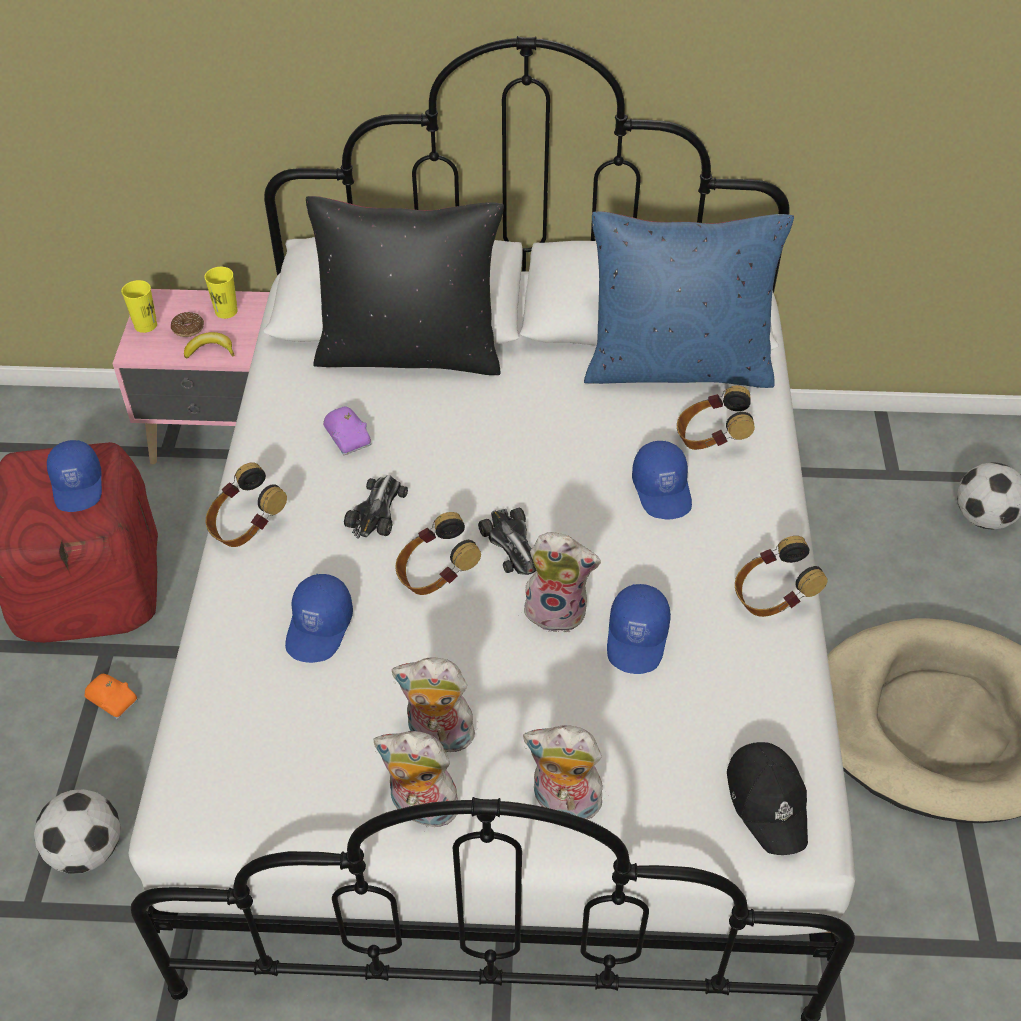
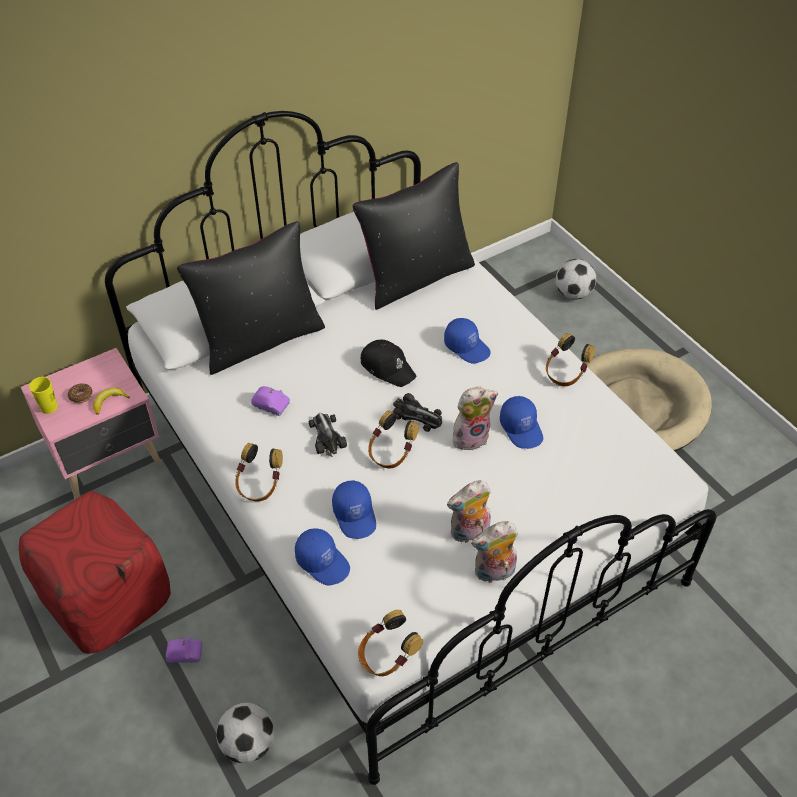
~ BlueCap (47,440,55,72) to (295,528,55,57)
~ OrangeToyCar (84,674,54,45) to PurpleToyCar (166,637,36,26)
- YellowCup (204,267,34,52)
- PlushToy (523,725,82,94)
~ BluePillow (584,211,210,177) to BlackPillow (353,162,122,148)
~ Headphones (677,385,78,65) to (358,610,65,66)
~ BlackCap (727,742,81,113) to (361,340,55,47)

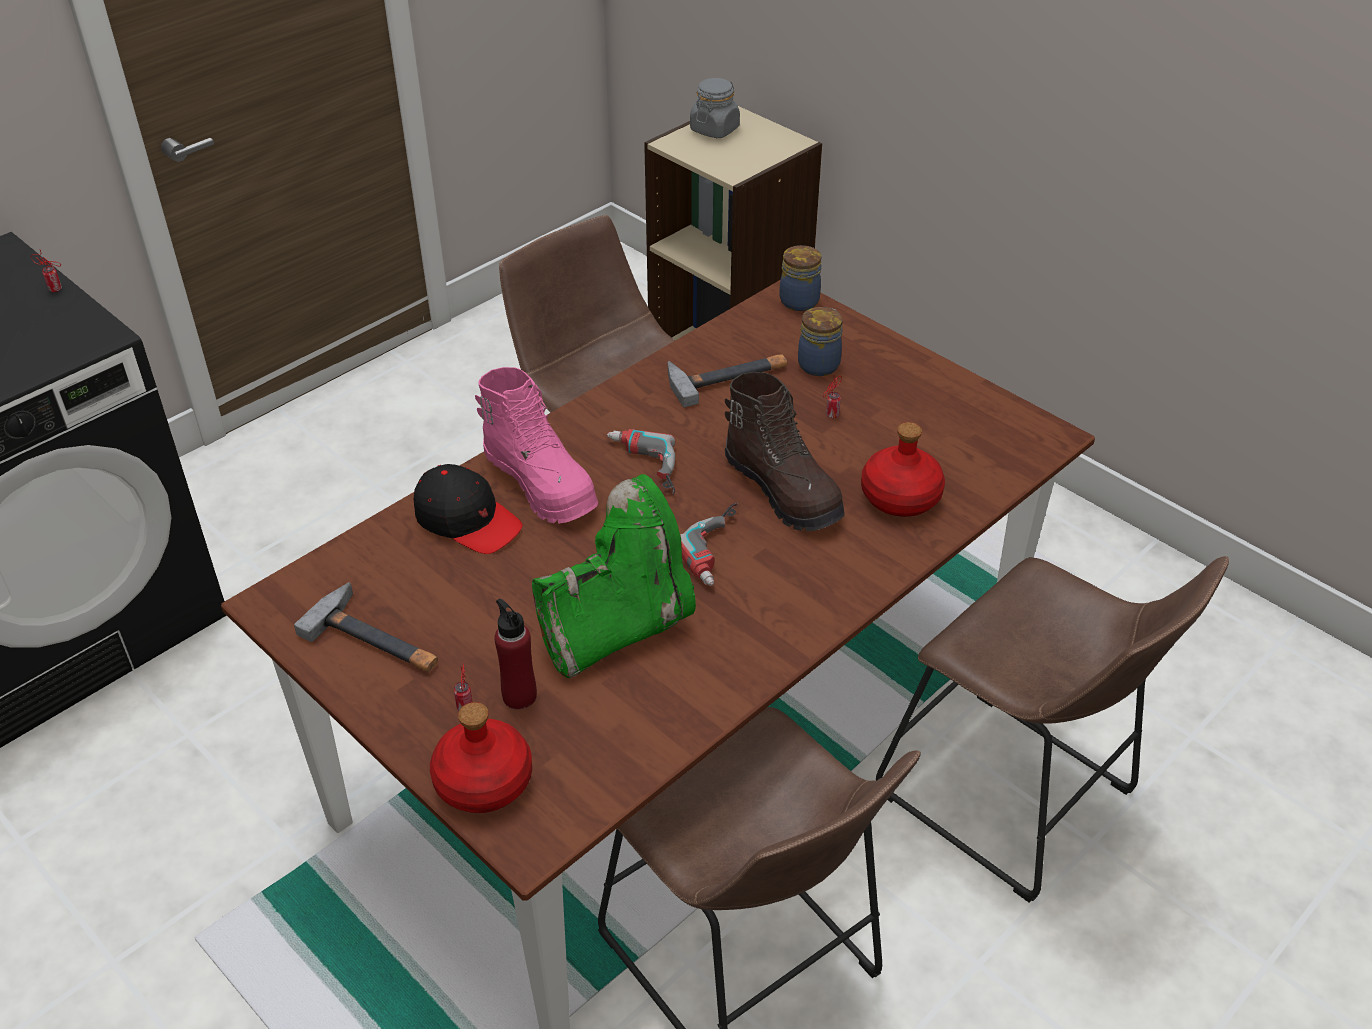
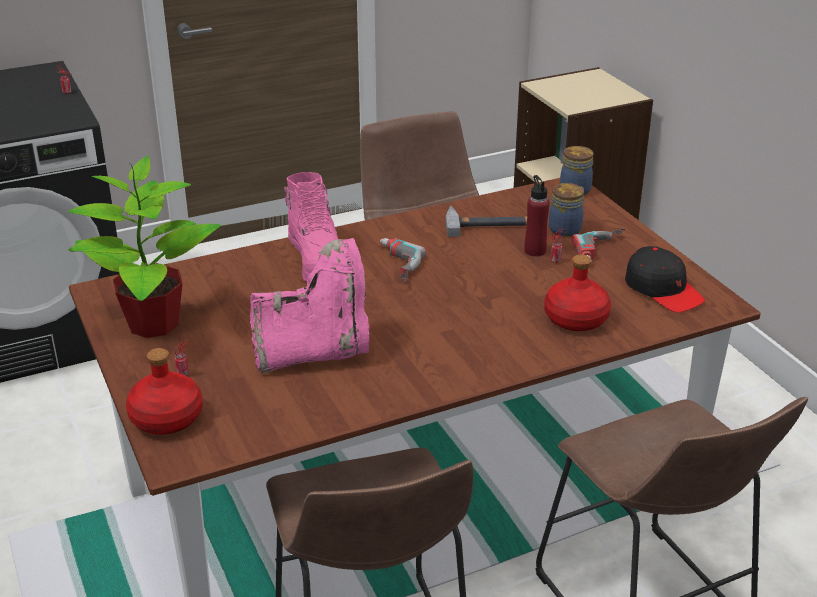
~ Hammer (294,582,144,90) to PottedPlant (68,156,153,182)
~ BlackCap (414,464,109,90) to (625,246,80,67)
~ RedBottle (494,599,43,110) to (524,175,26,82)
~ GreenBoot (532,474,164,204) to PinkBoot (250,238,120,135)
~ PowerDrill (680,503,58,83) to (572,228,53,35)
- GreyJar (690,78,50,60)
- BrownBoot (725,372,120,159)

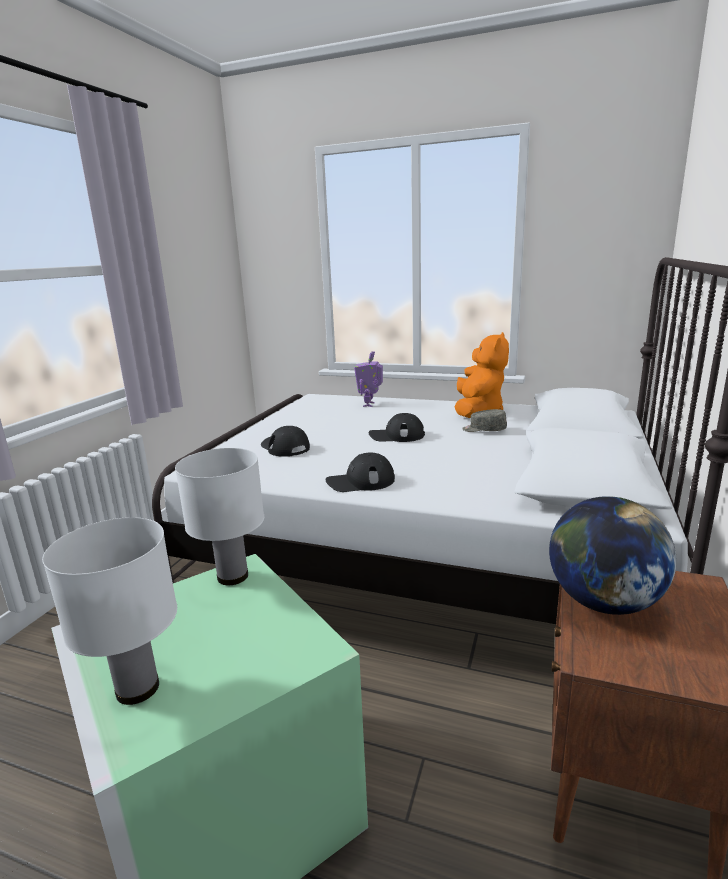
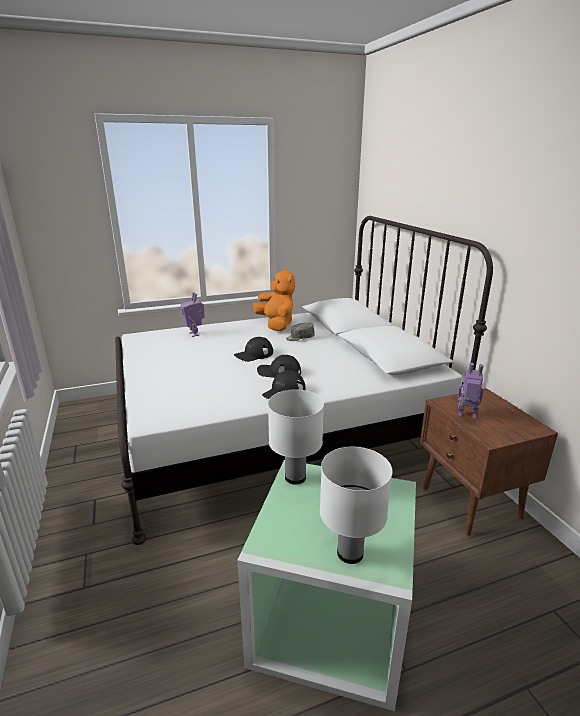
~ BlackCap (261,426,49,31) to (257,355,44,23)
~ Globe (549,496,127,119) to ToyRobot (458,363,26,56)

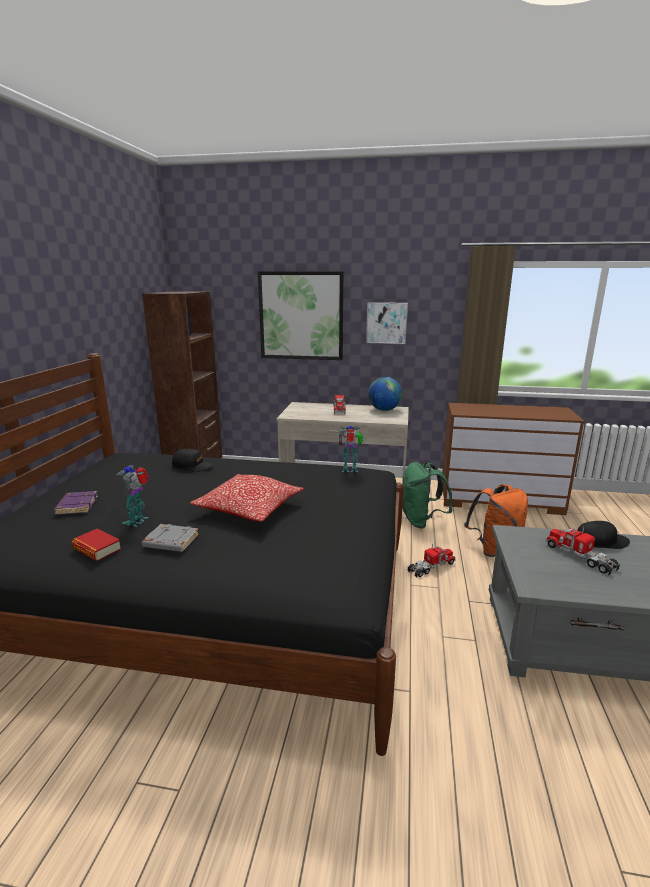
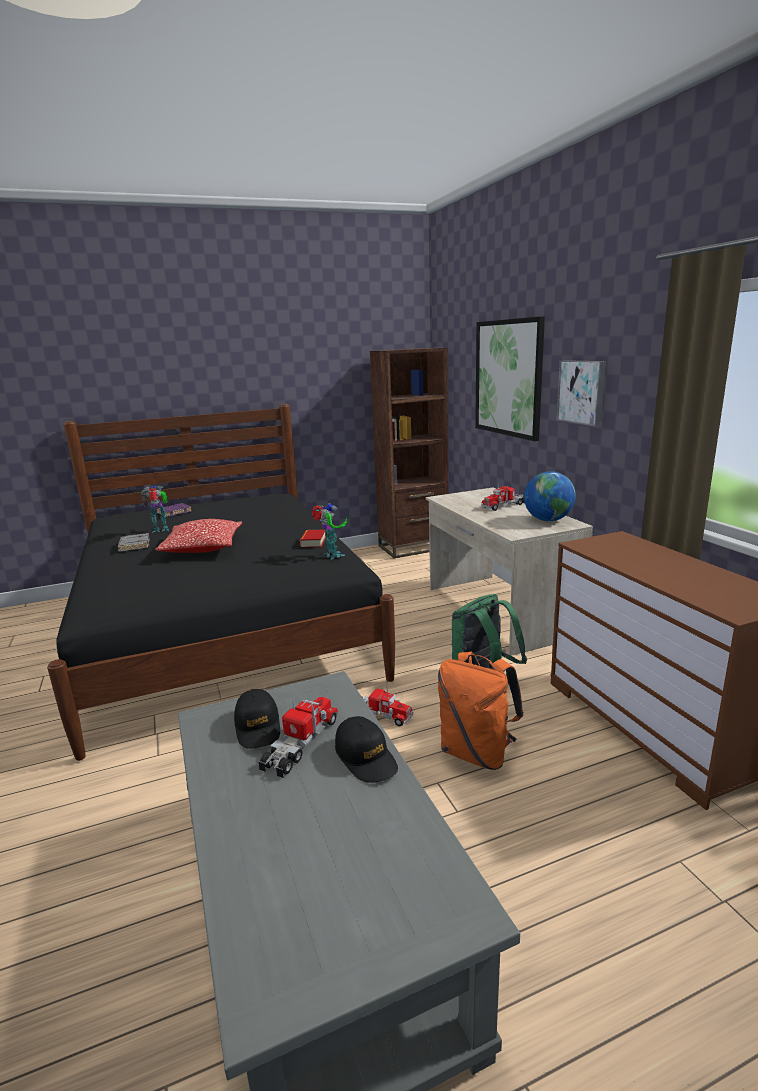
~ Book (71,528,50,33) to (299,530,27,18)
~ BlackCap (172,449,42,23) to (234,689,46,60)

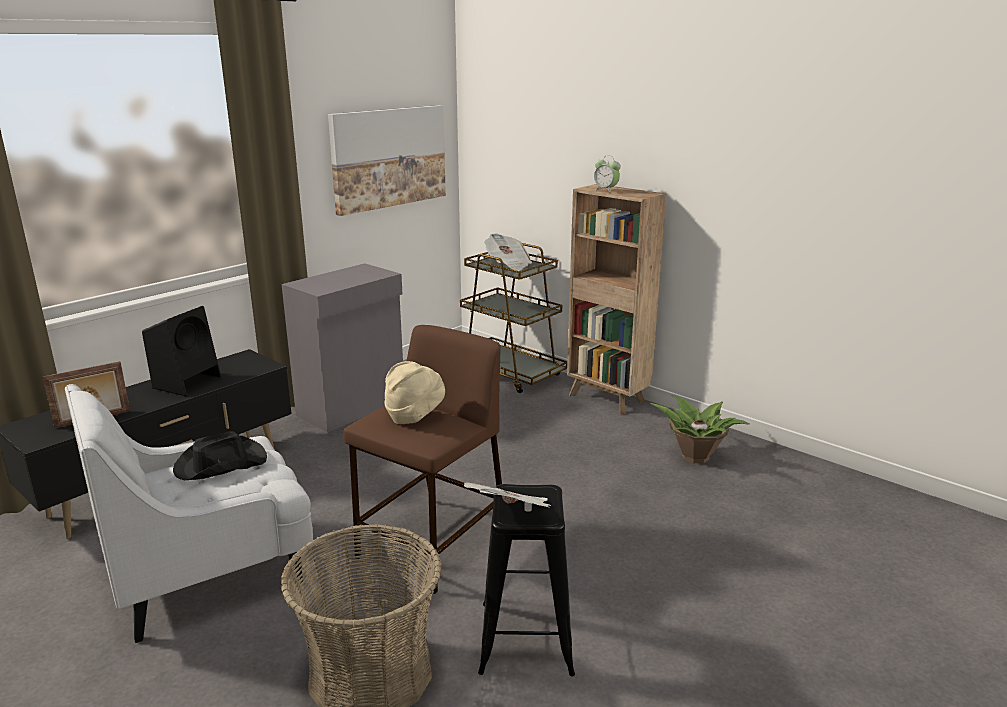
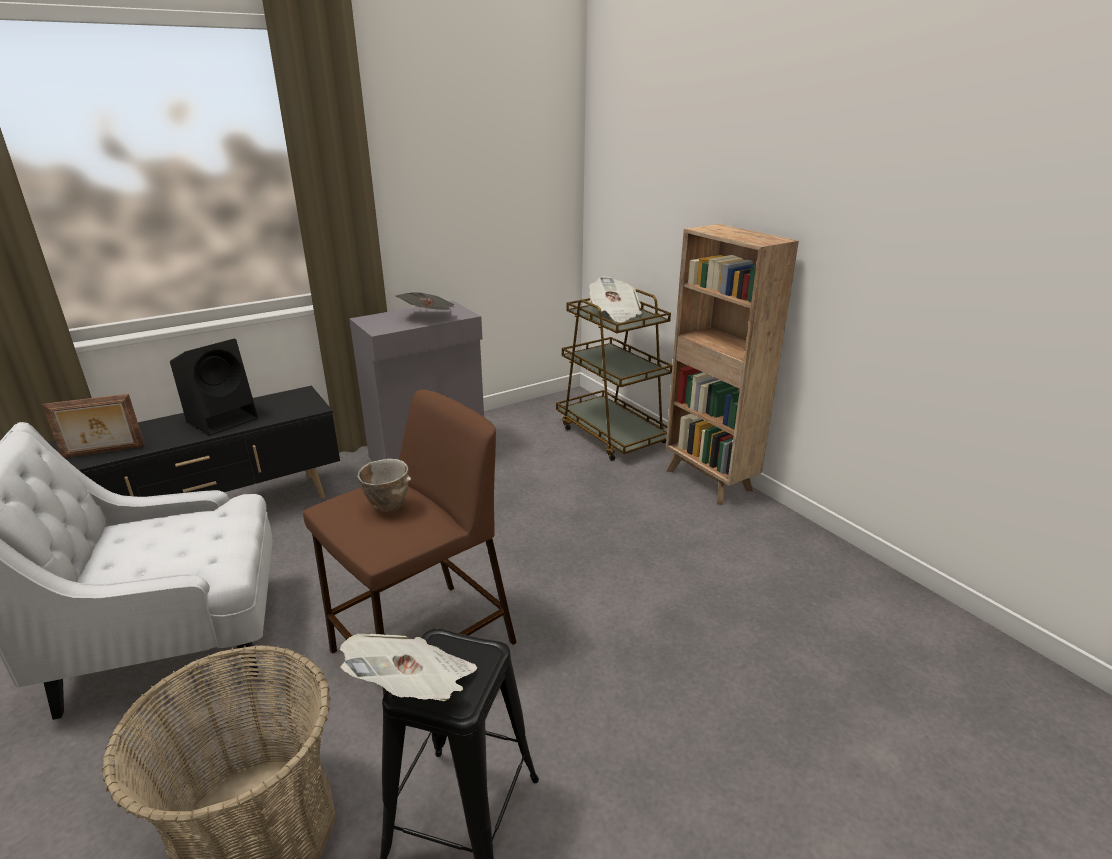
- BlackHat (173,431,94,49)
- Picture (328,105,118,111)
~ BeigeHat (385,361,60,63) to Bowl (357,459,54,53)
- AlarmClock (594,156,27,37)
- PottedPlant (650,395,100,68)
+ Newspaper (395,292,59,18)

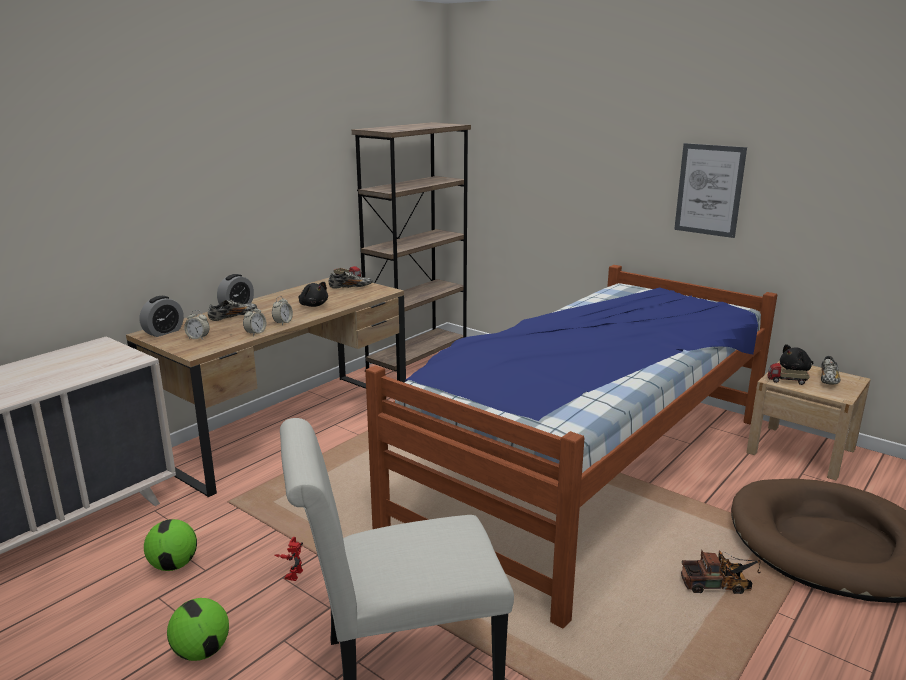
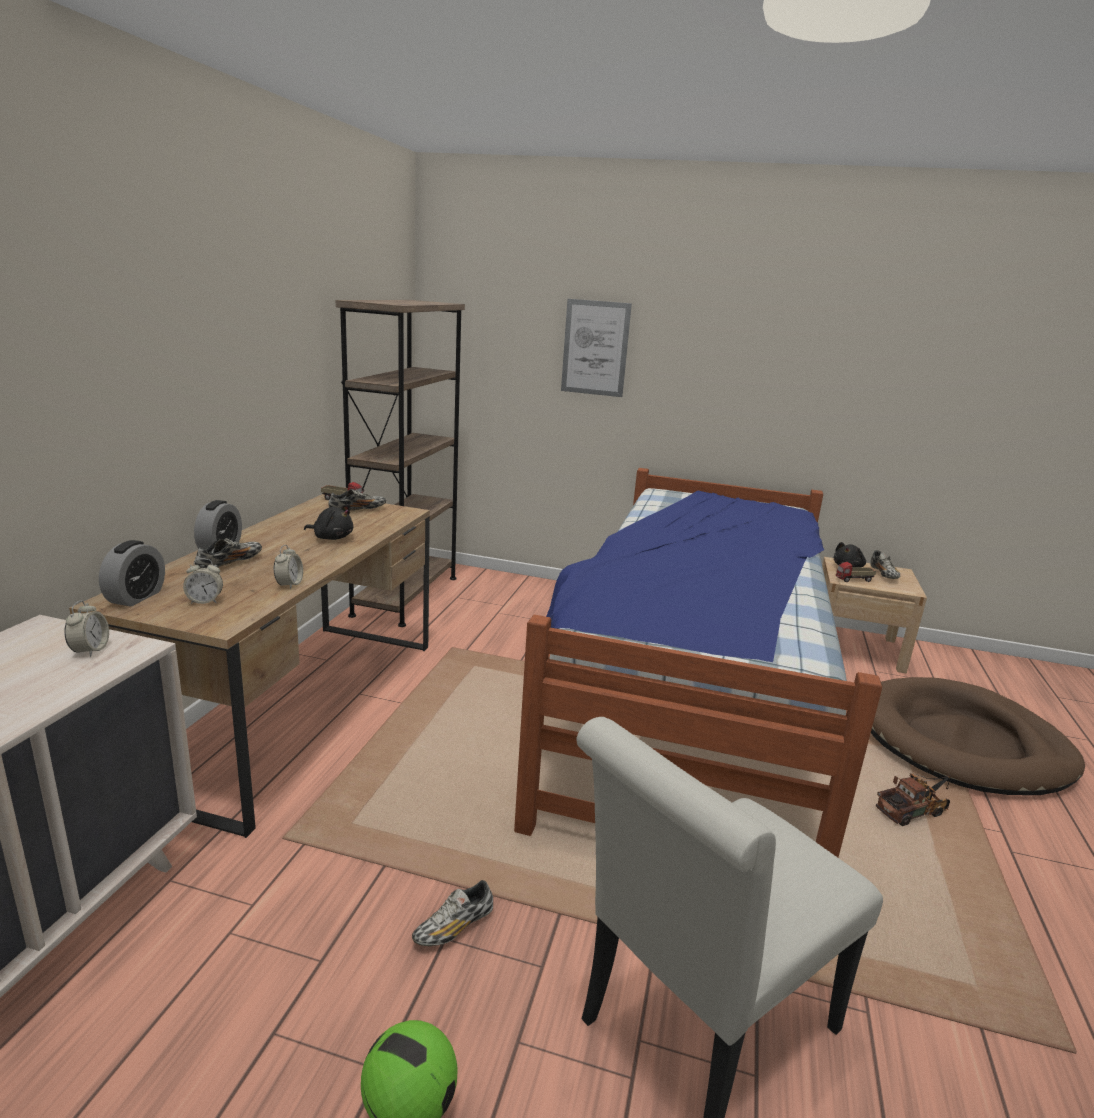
- Football (144,519,53,52)
~ AlarmClock (272,296,21,30) to (64,600,45,57)
~ ToyRobot (275,537,28,44) to Shoe (412,880,81,66)
~ Picture (674,143,73,95) to (561,299,71,98)

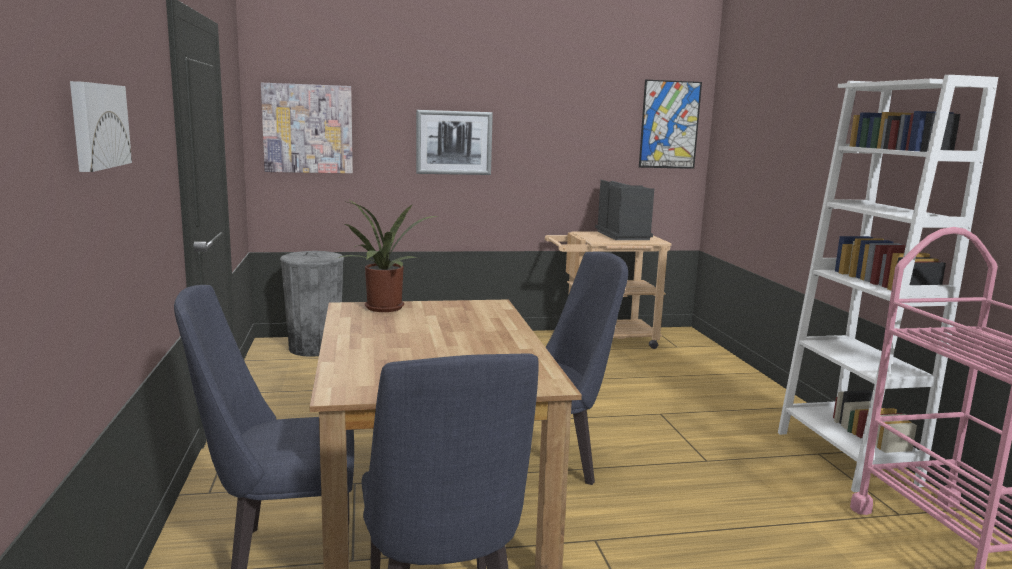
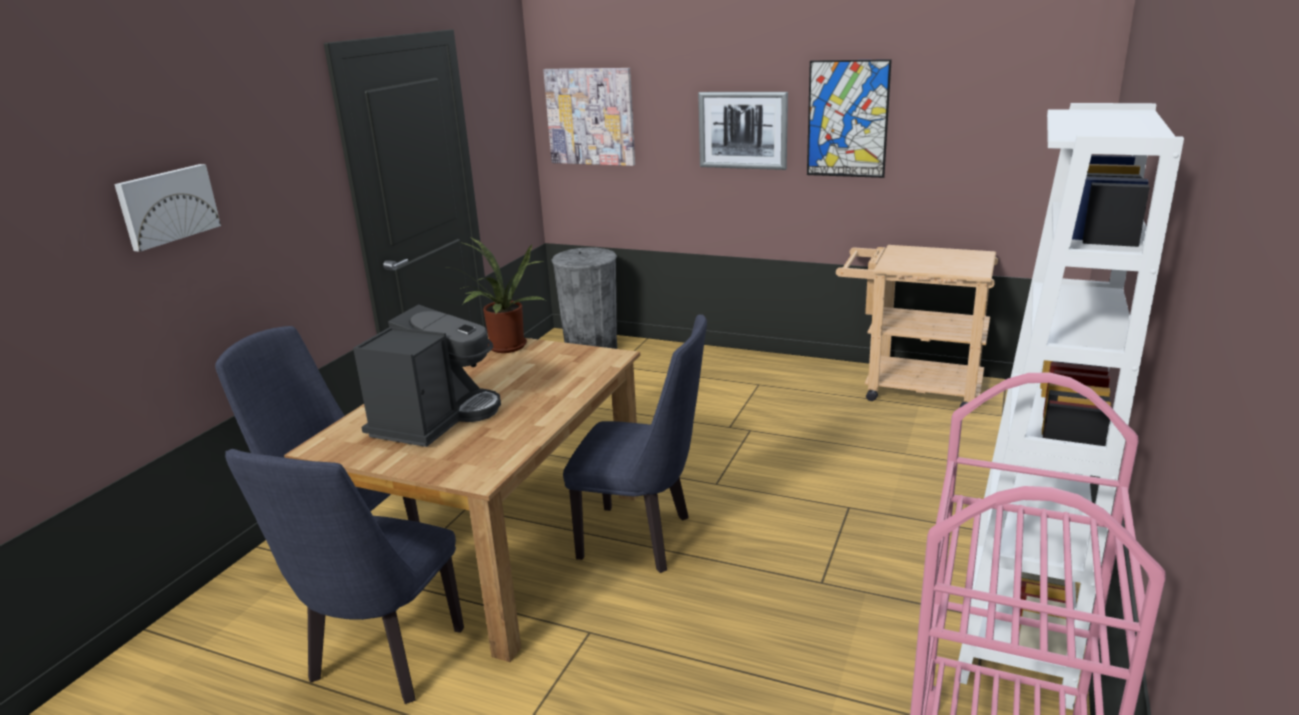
~ CoffeeMachine (595,180,59,60) to (353,304,148,143)
~ Picture (639,80,63,89) to (807,59,85,119)

